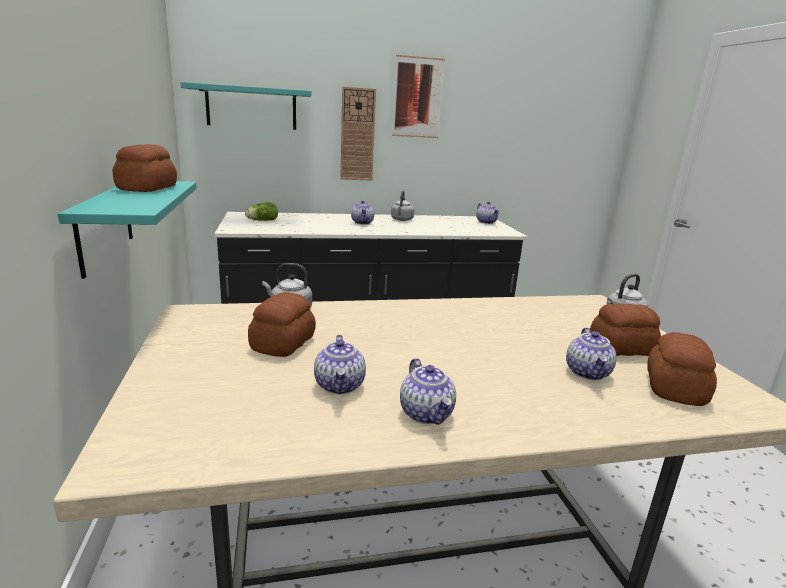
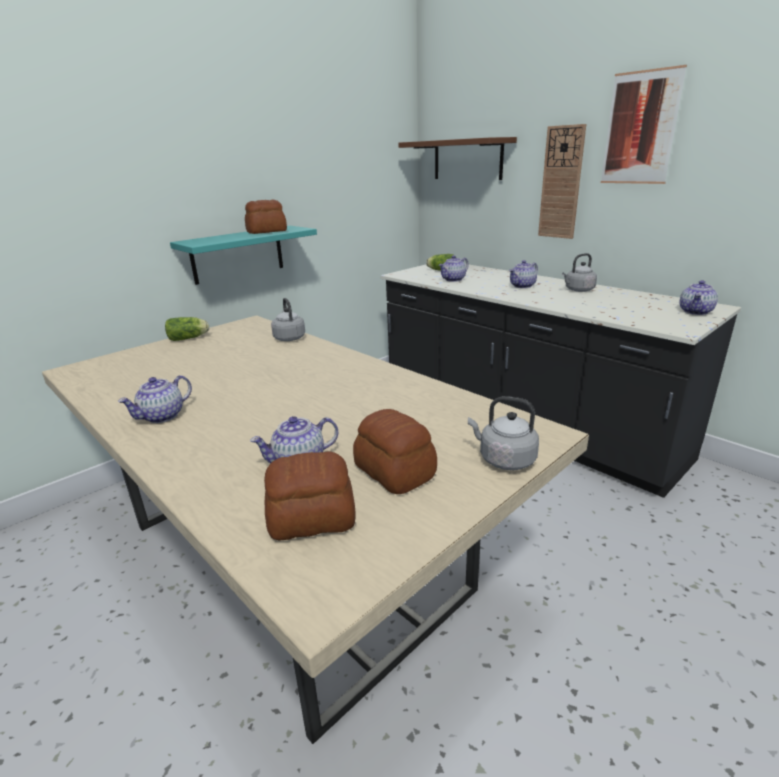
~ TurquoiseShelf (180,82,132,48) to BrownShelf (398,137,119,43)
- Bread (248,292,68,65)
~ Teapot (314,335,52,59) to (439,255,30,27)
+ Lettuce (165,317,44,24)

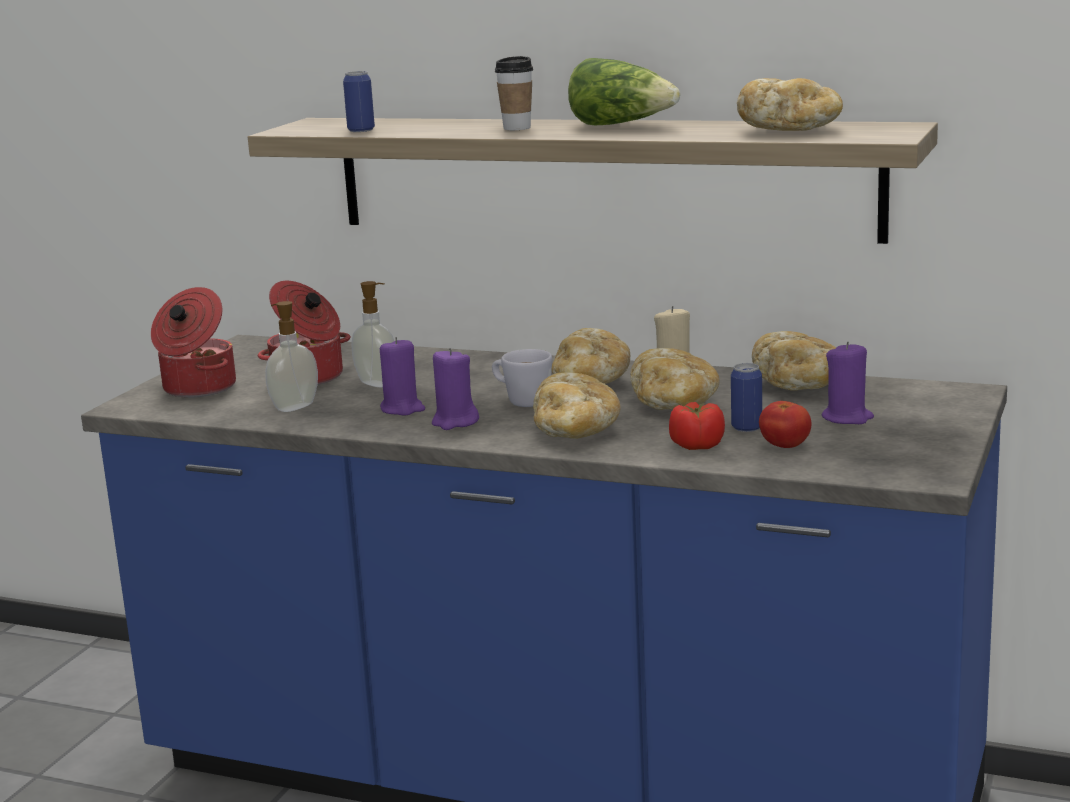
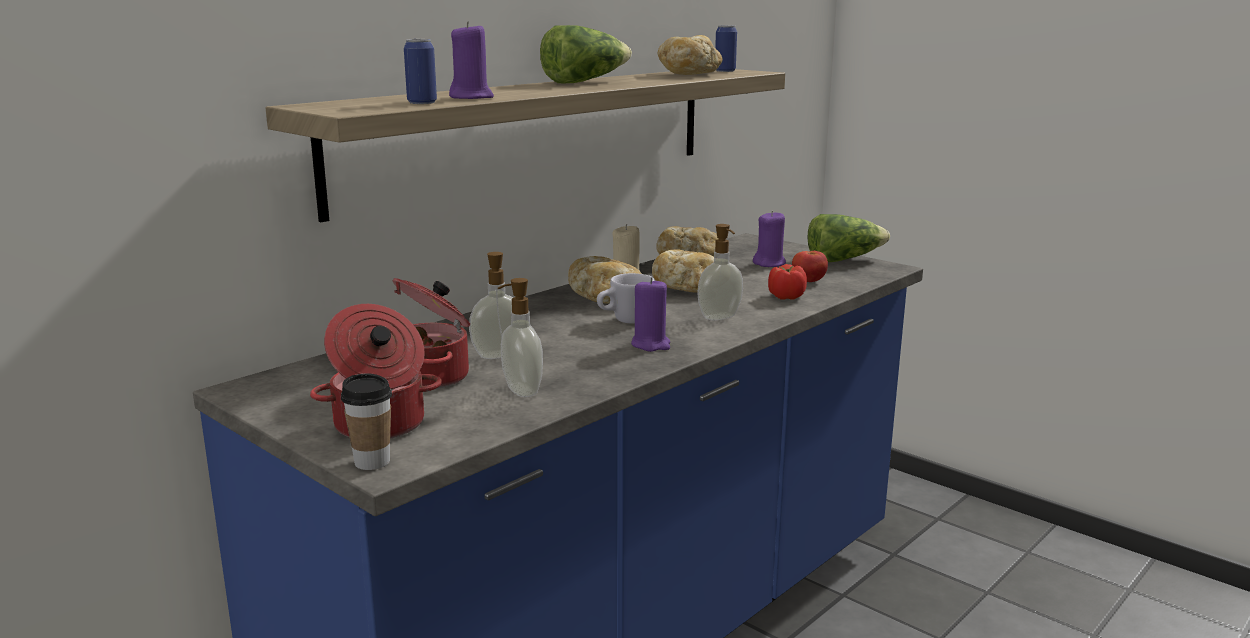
~ PurpleCandle (380,337,45,79) to (449,22,45,77)
~ Cup (495,56,38,74) to (341,373,51,97)
~ Bread (533,373,87,66) to SoapDispenser (697,224,46,97)
~ Can (731,363,31,69) to (715,25,22,47)
+ Lettuce (807,214,83,48)

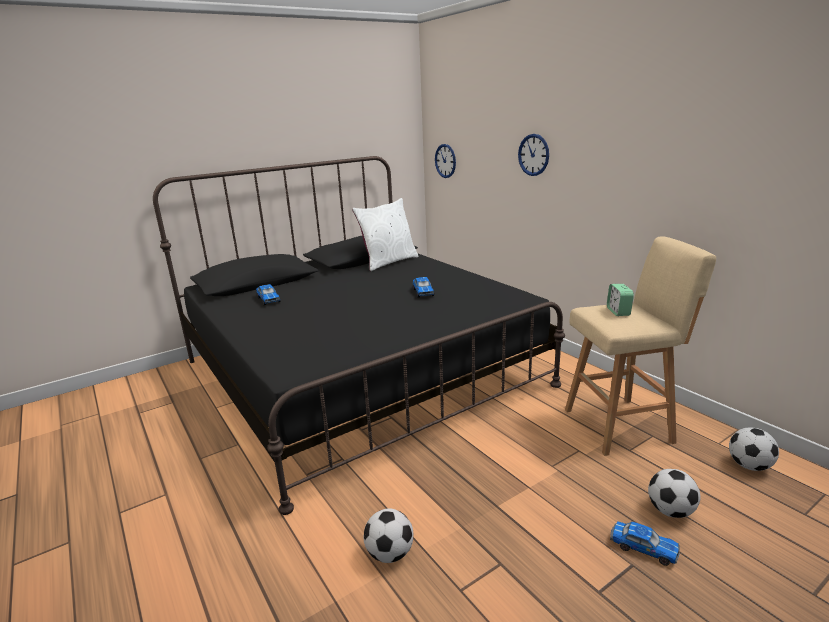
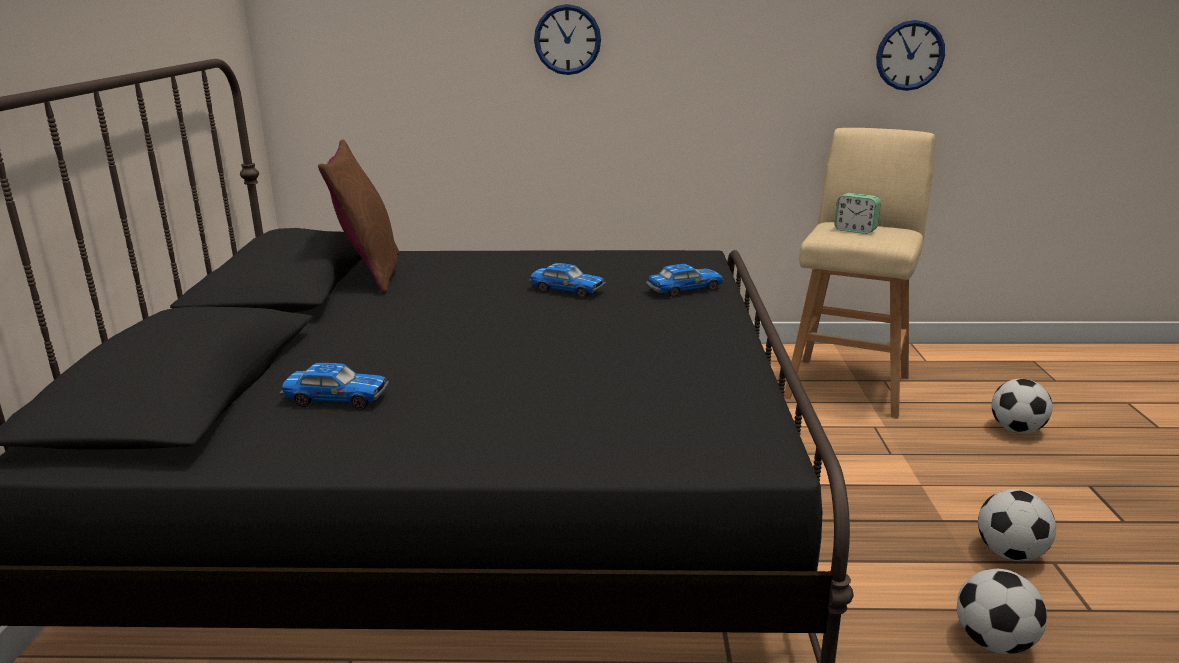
~ WhitePillow (352,198,67,73) to BrownPillow (318,140,82,154)
~ WallClock (435,144,21,34) to (876,20,69,71)
~ ToyCar (610,521,70,45) to (646,264,78,34)
~ Football (729,427,50,44) to (978,489,78,72)

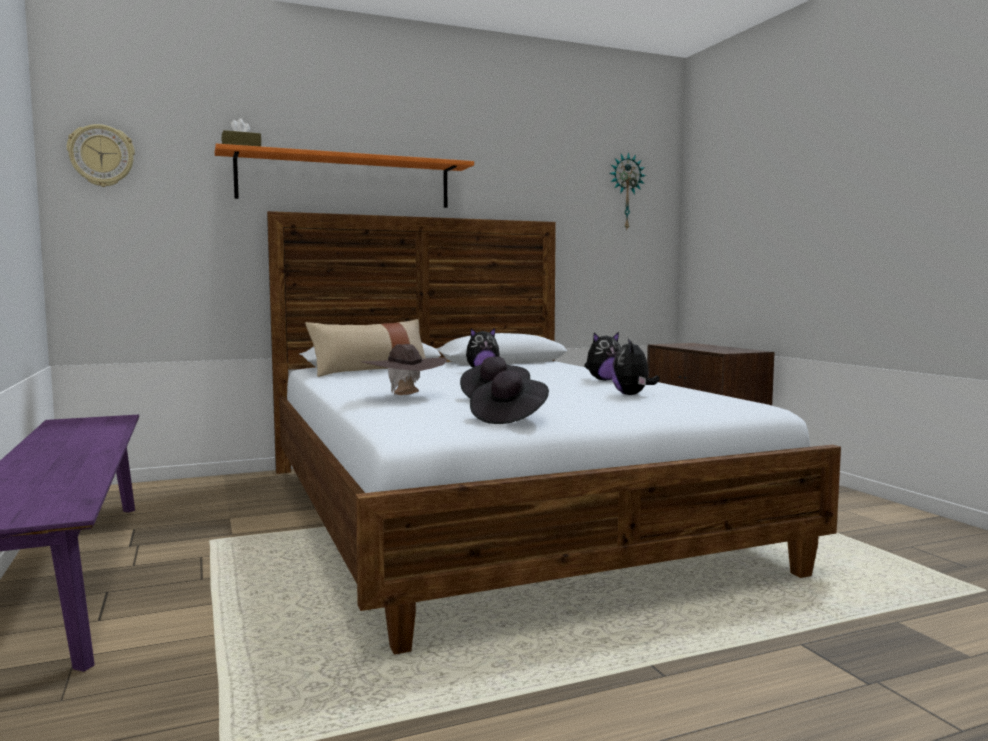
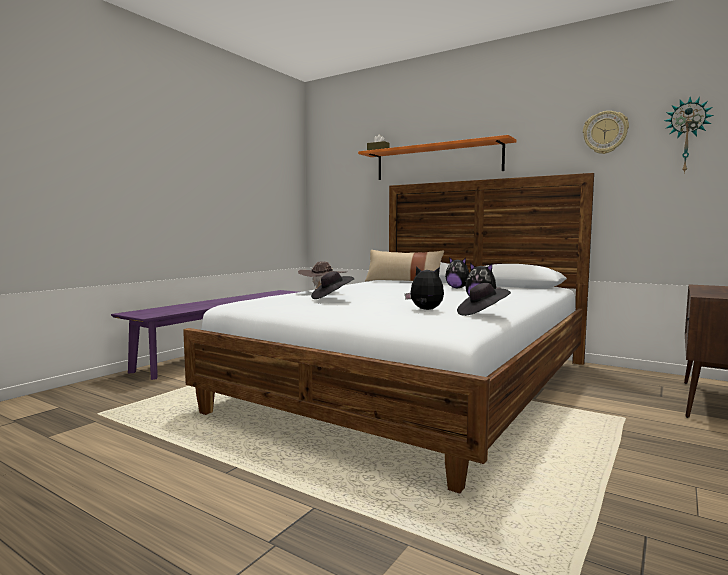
~ WallClock (67,124,68,63) to (583,111,46,43)
~ BlackHat (470,370,79,54) to (457,283,54,33)
~ PlushToy (611,339,48,56) = (405,266,39,44) 60 degrees clockwise

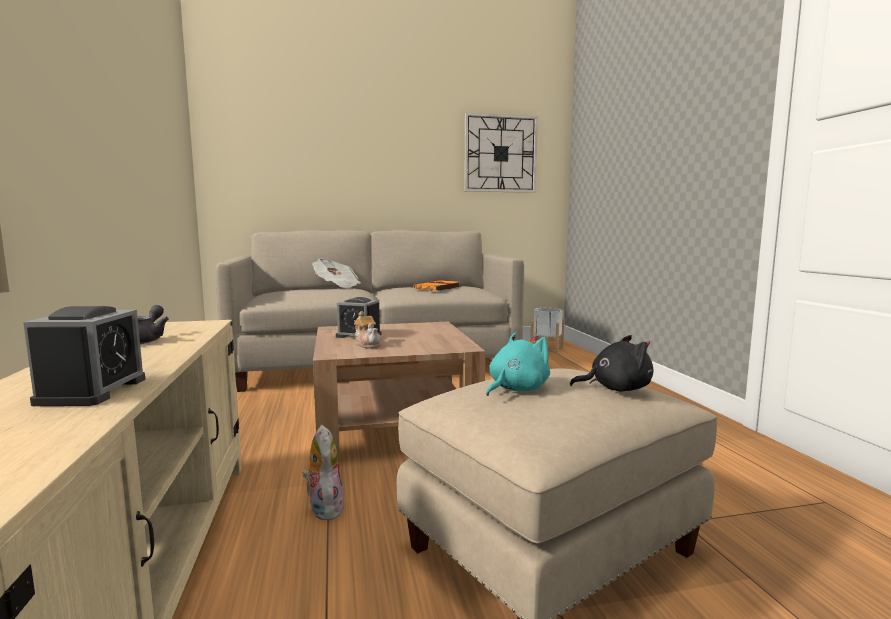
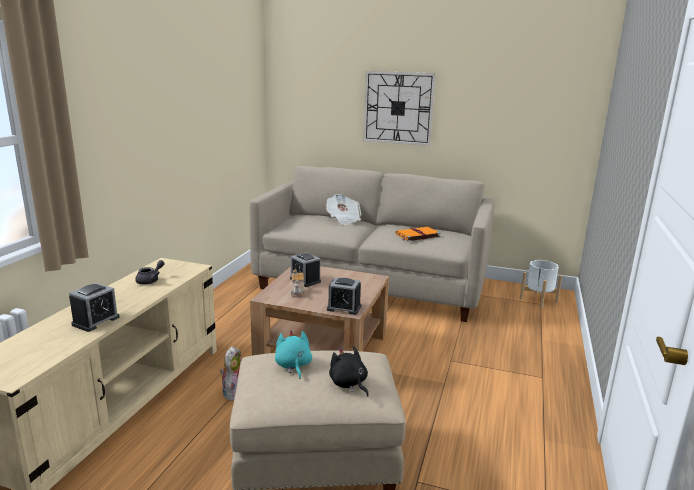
~ WallClock (464,113,74,80) to (363,71,73,75)
~ TurquoisePlushToy (486,333,64,63) = (275,330,37,49) 90 degrees counterclockwise
~ BlackPlushToy (570,335,83,57) = (329,346,39,51) 150 degrees counterclockwise
+ AlarmClock (327,277,34,38)

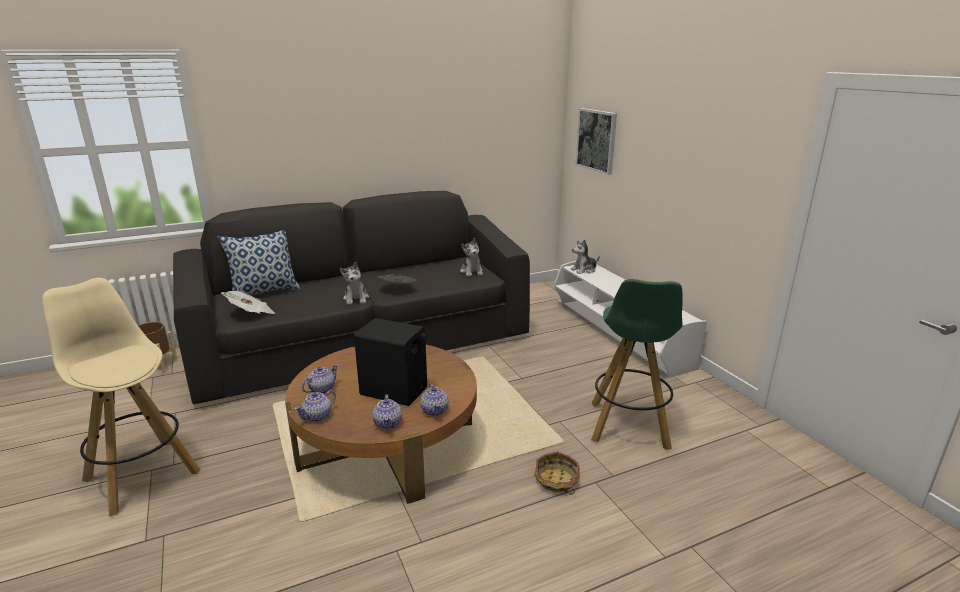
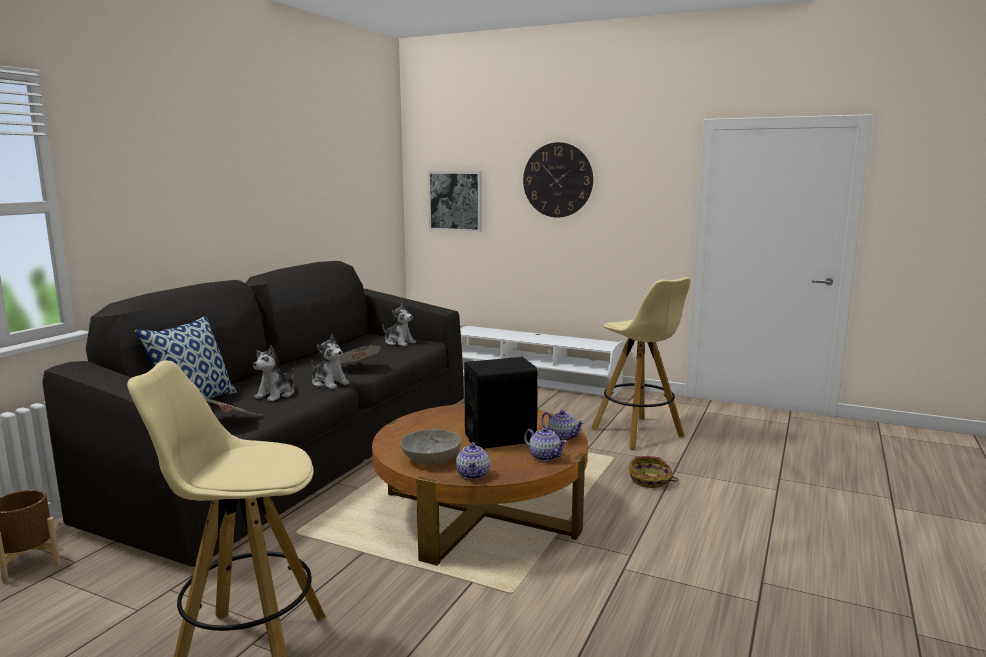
~ Teapot (302,364,36,30) to GreyBowl (400,429,62,36)
~ PlushToy (571,240,29,34) to (253,345,41,56)
~ GreenStool (591,279,92,171) to BeigeStool (591,277,100,173)
+ WallClock (523,142,70,76)

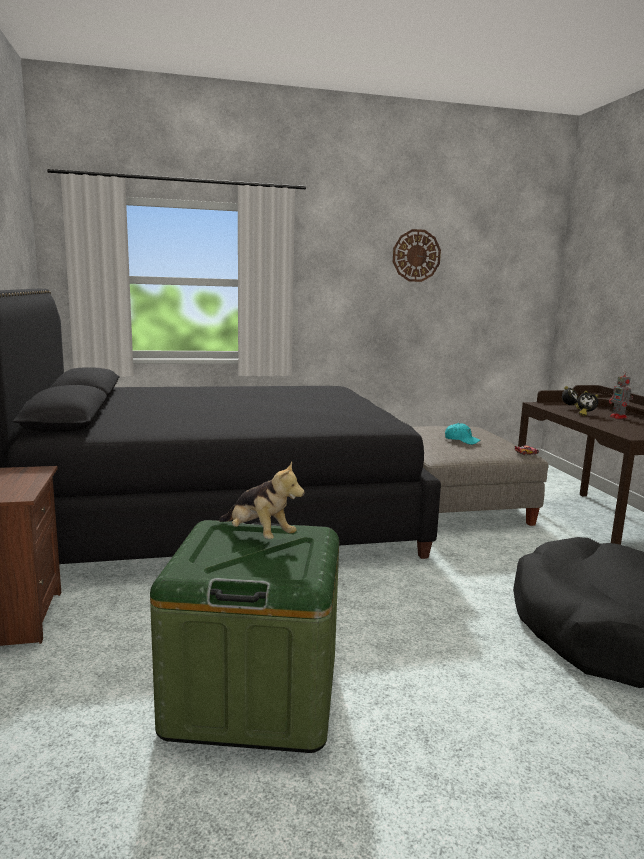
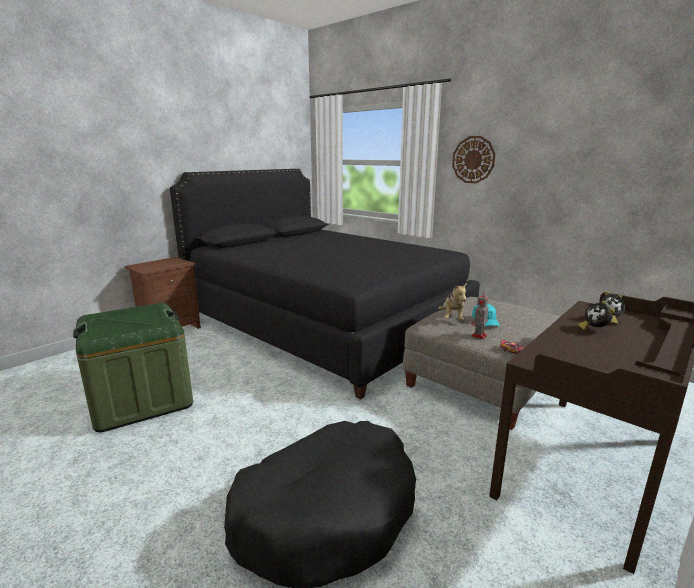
~ PlushToy (219,461,86,78) to (438,283,29,38)
~ WallClock (393,229,48,53) to (452,136,44,47)
~ ToyRobot (609,371,24,48) to (471,292,18,47)

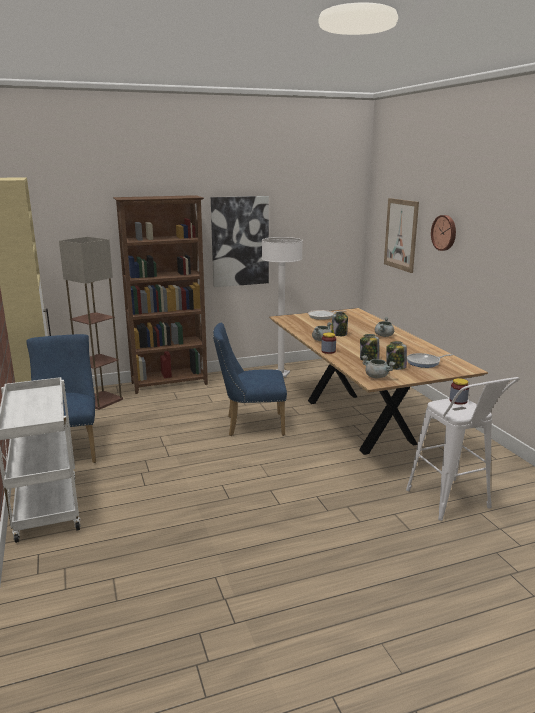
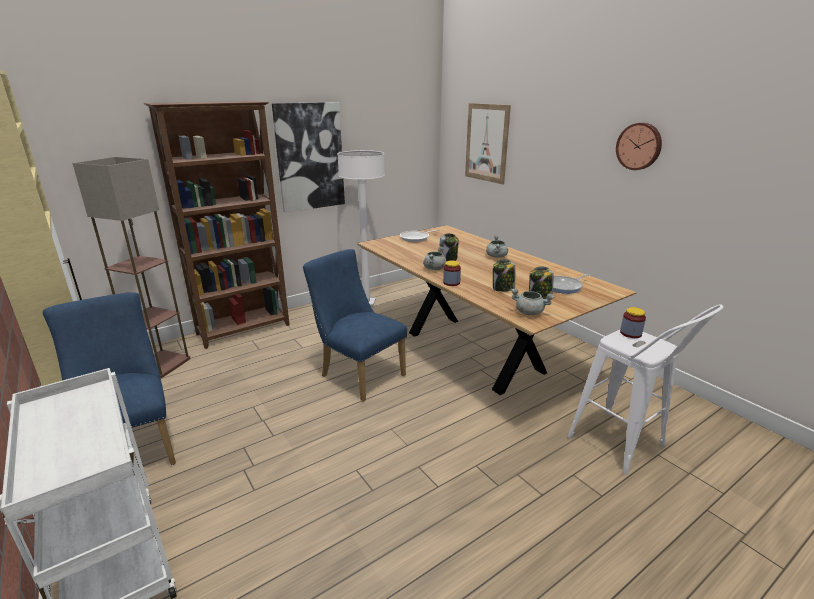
~ BlueChair (213,323,74,113) = (303,249,104,153) 60 degrees clockwise
~ WallClock (431,215,25,36) to (616,123,46,47)

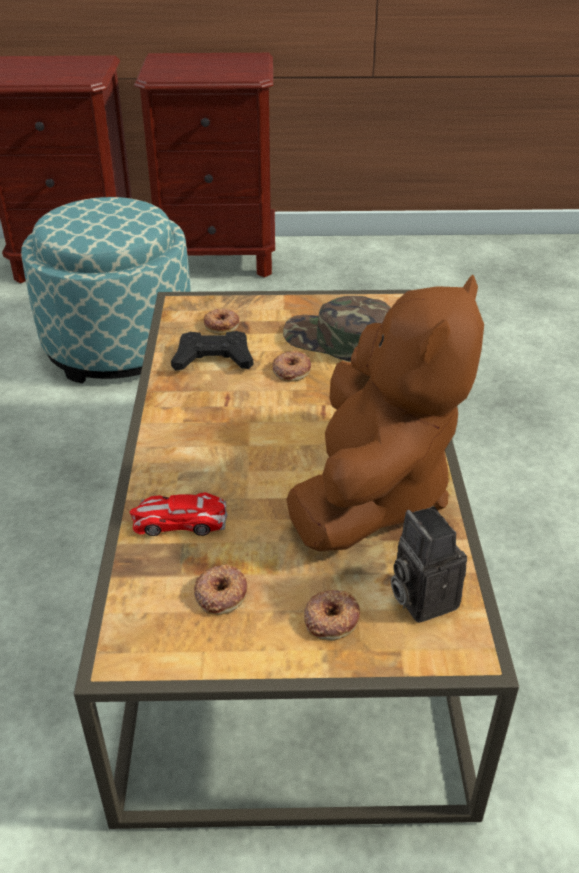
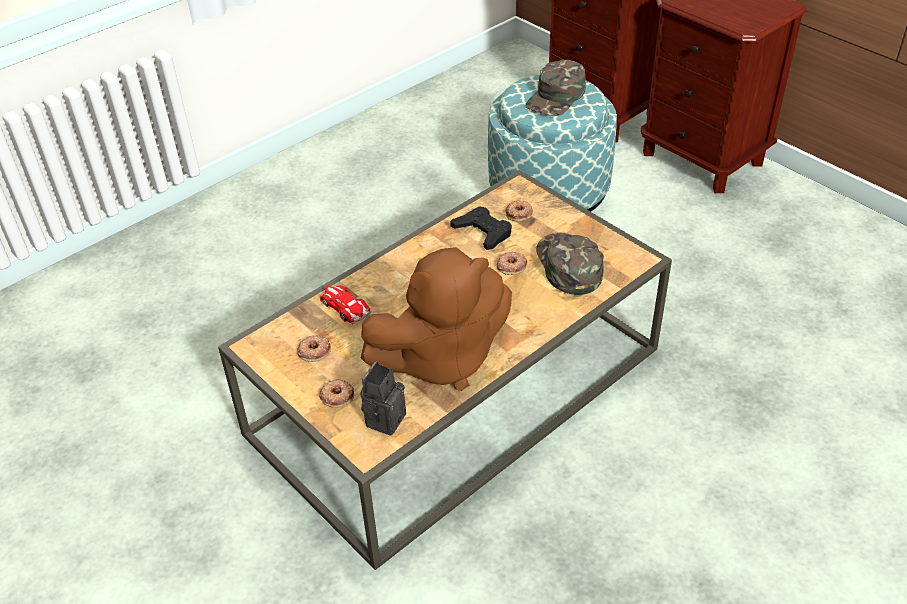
+ GreenCap (525,60,61,56)

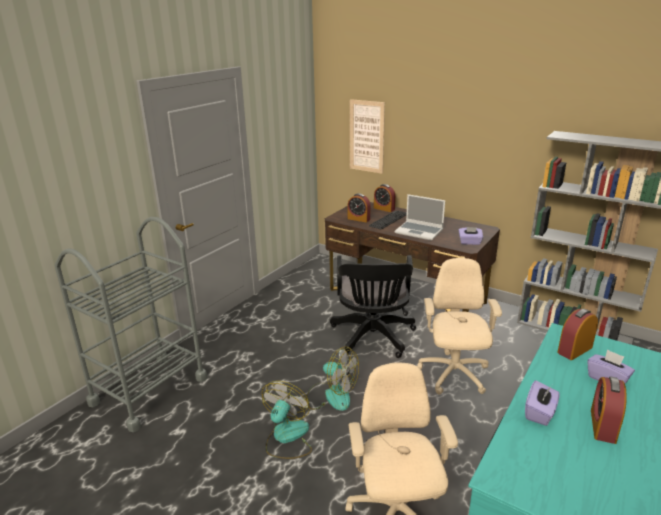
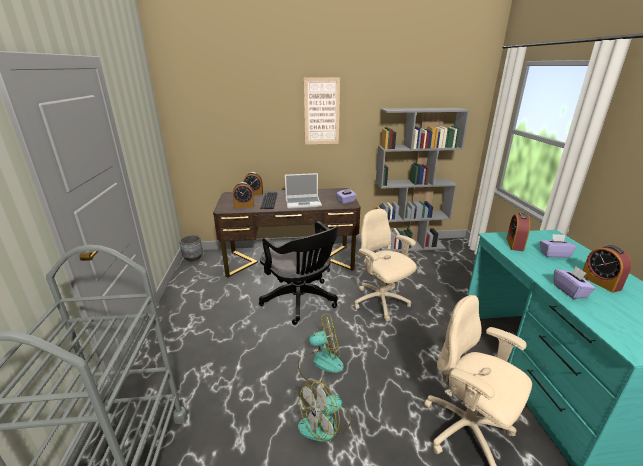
~ Fan (262,381,50,78) = (298,379,54,63) 105 degrees counterclockwise
~ Picture (350,99,35,75) to (304,77,36,67)
+ GreyPlanter (179,235,24,27)

